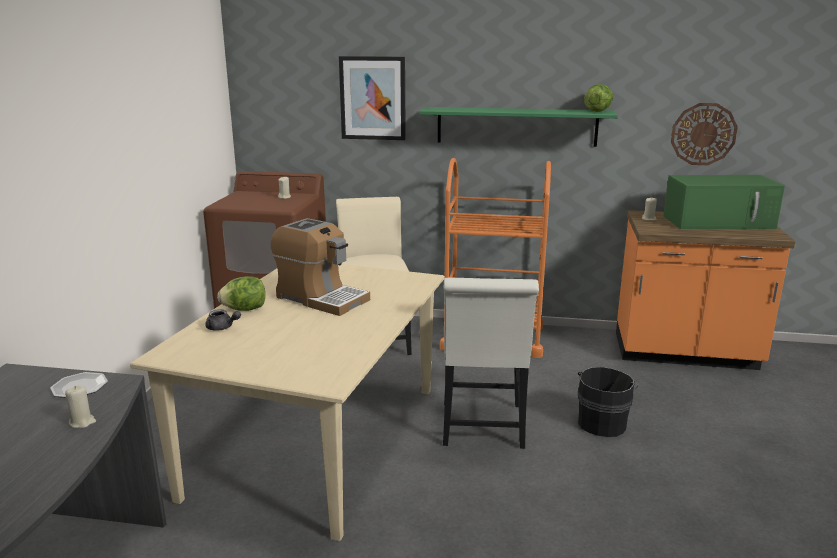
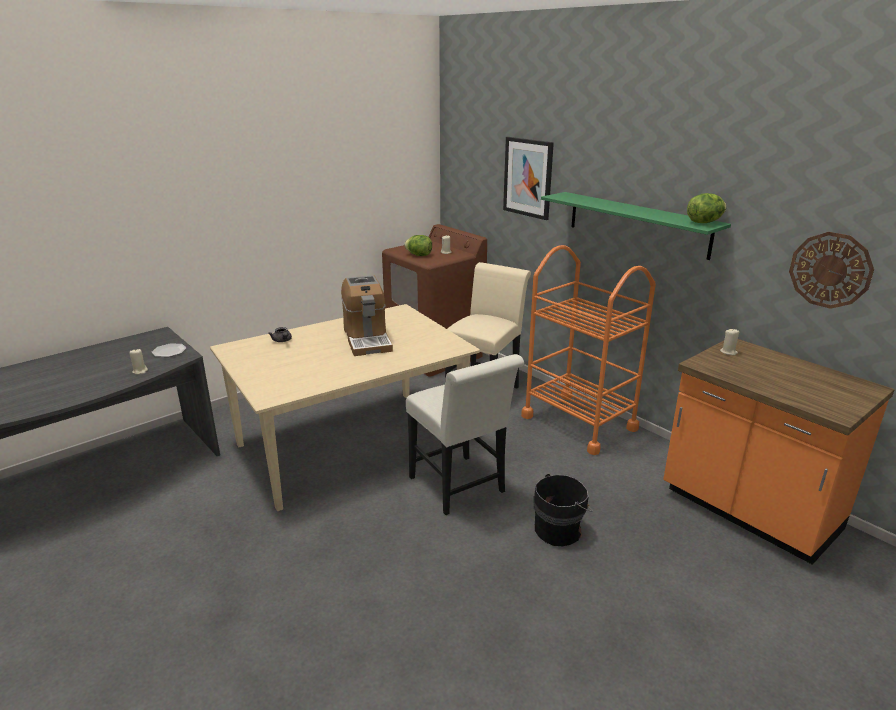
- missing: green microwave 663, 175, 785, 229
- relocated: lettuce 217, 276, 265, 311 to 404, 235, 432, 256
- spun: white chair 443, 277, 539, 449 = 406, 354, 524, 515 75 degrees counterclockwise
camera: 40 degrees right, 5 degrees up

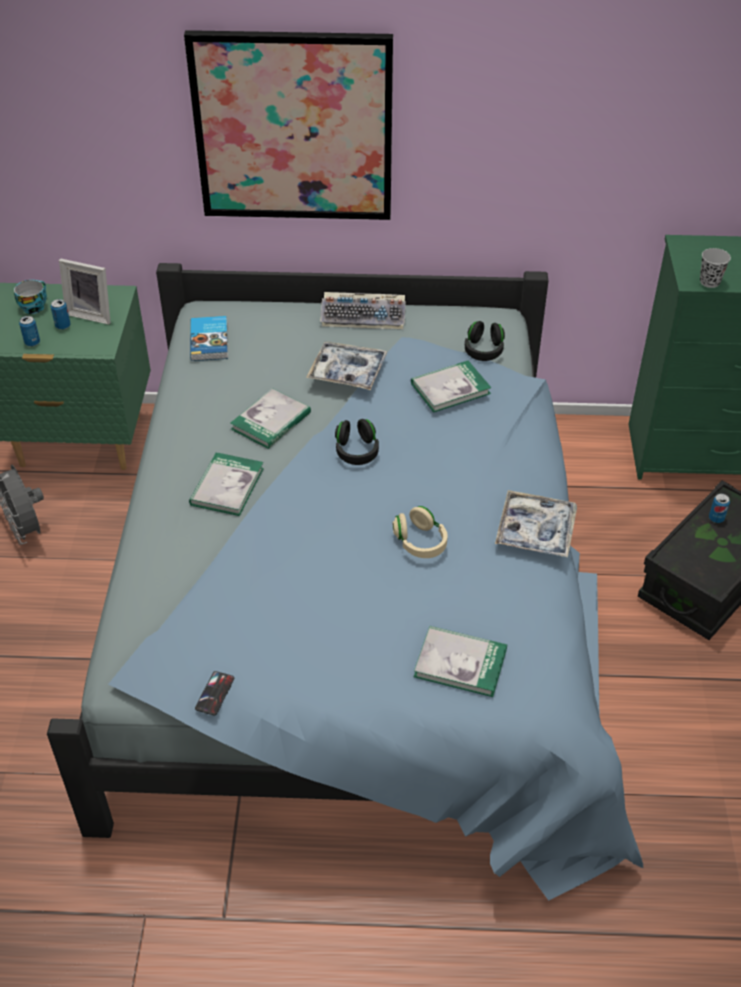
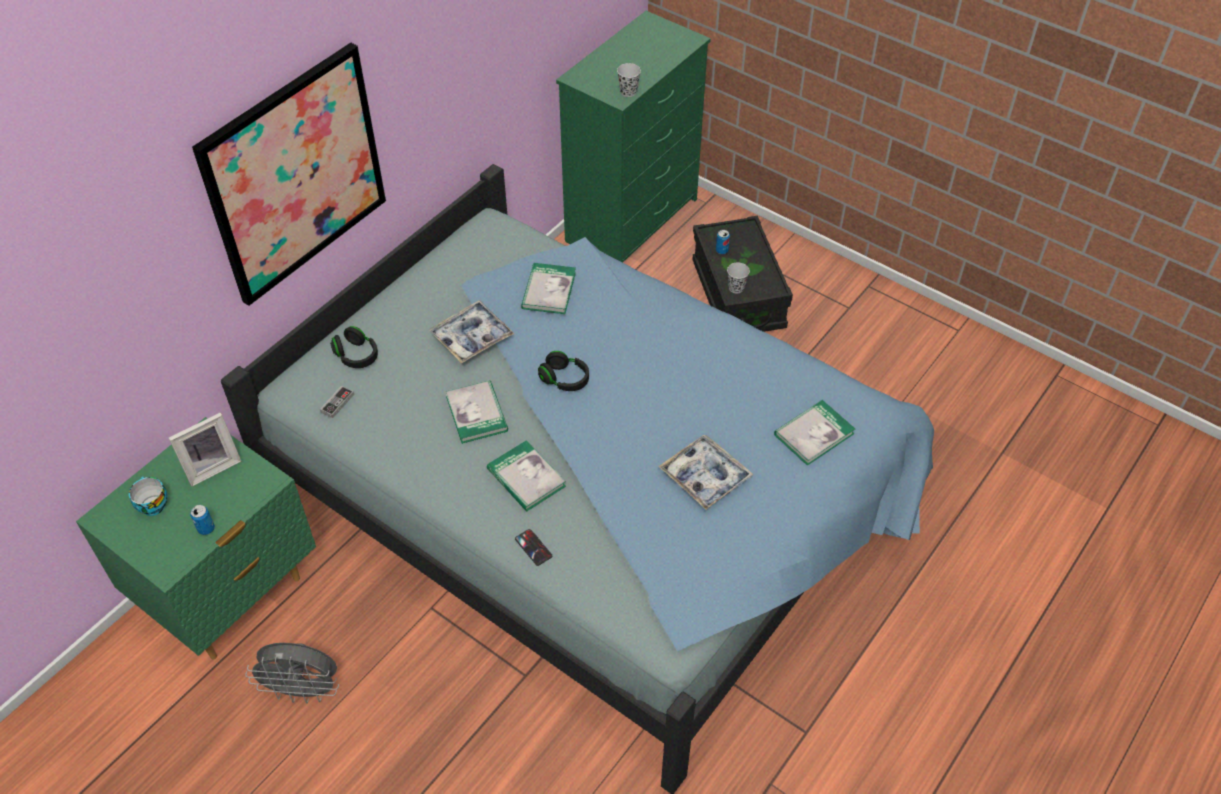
- missing: can 51, 299, 71, 330
- missing: keyboard 320, 292, 406, 329
- missing: beige headphones 393, 506, 448, 558
- appeared: black cup 727, 262, 750, 293
- relocated: phone 195, 671, 234, 716 to 515, 529, 552, 566
- relocated: black headphones 465, 321, 505, 361 to 330, 326, 378, 368
- relocated: tray 495, 490, 577, 558 to 658, 435, 753, 510
- exchanged: book 190, 316, 228, 361 to game controller 320, 386, 354, 418
camera: 55 degrees left, 5 degrees up

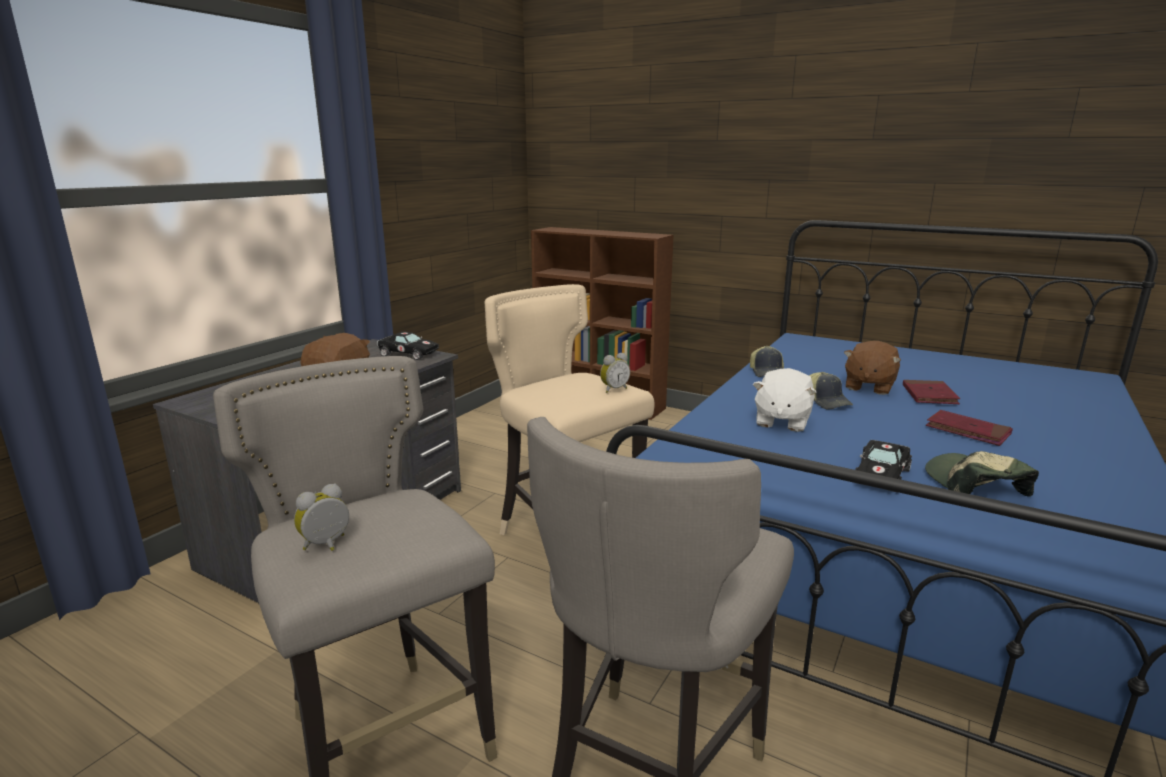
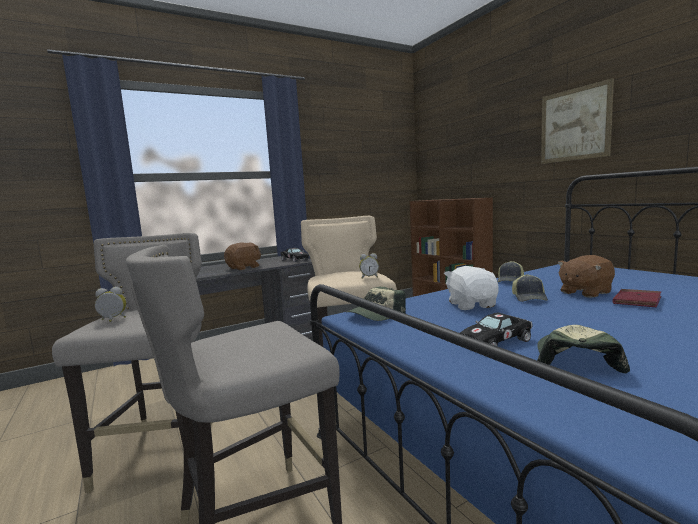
- missing: red book 926, 410, 1013, 446
- appeared: cap 346, 287, 406, 321
- appeared: picture 541, 78, 614, 164
- spun: white plush toy 753, 368, 816, 432 = 444, 266, 499, 310 120 degrees clockwise
camera: 30 degrees right, 10 degrees down

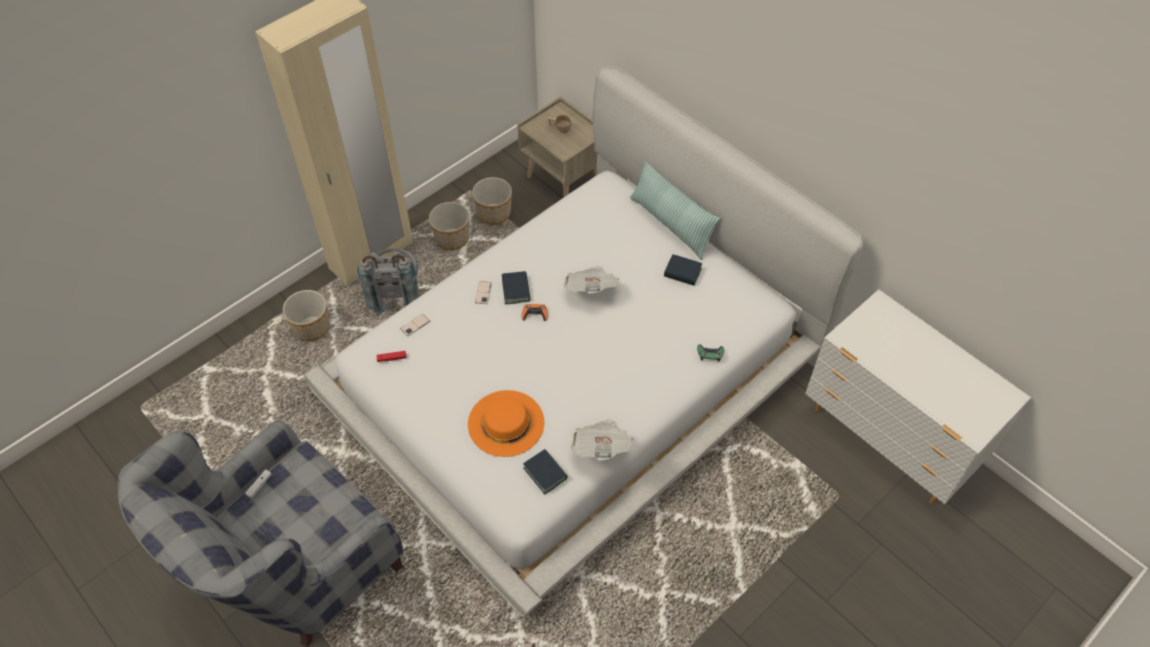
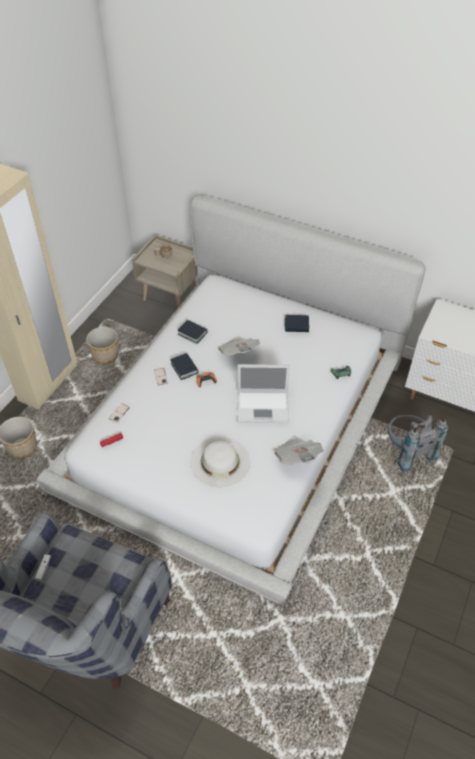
- missing: planter 472, 177, 512, 225
- missing: pillow 630, 161, 721, 260
- appeared: laptop 237, 364, 290, 423
- relocated: grey backpack 357, 248, 420, 315 to 387, 415, 448, 473
- relocated: book 523, 449, 568, 494 to 178, 320, 208, 344
- colour: orange hat 468, 390, 544, 457 to white hat 190, 437, 250, 487
camera: 20 degrees left, 5 degrees down

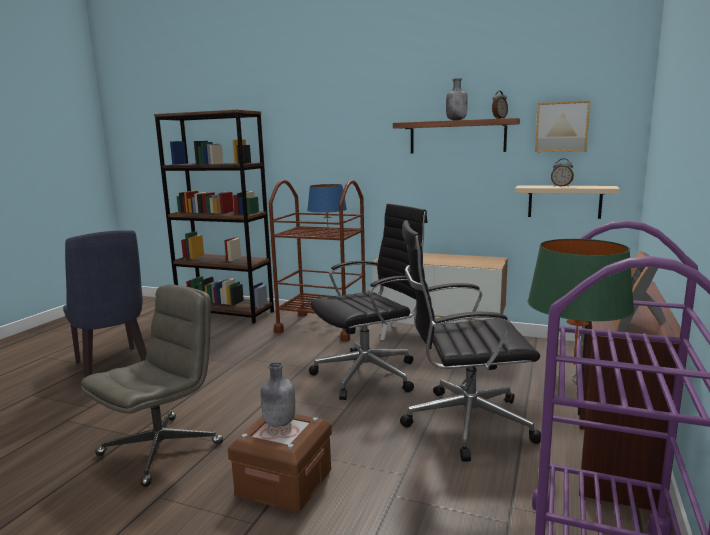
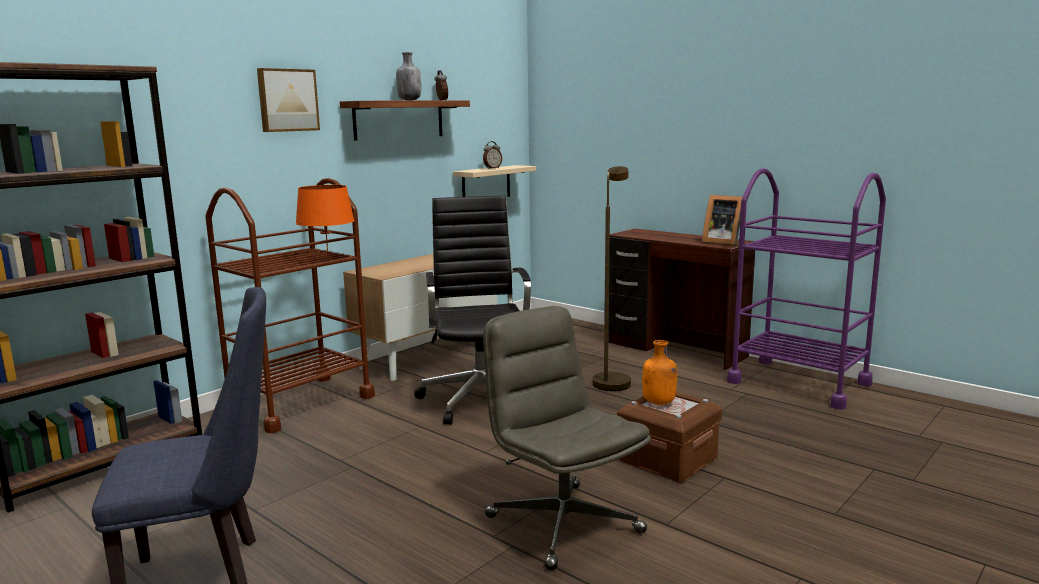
- missing: green table lamp 528, 239, 634, 365
- relocated: picture 535, 100, 590, 152 to 257, 68, 320, 132
- exchanged: black office chair 400, 220, 541, 462 to brown floor lamp 593, 166, 631, 391
- colour: grey bottle 261, 362, 295, 427 to orange bottle 642, 340, 677, 405
- colour: blue table lamp 307, 184, 347, 236 to orange table lamp 296, 185, 355, 259
camera: 70 degrees left, 0 degrees up

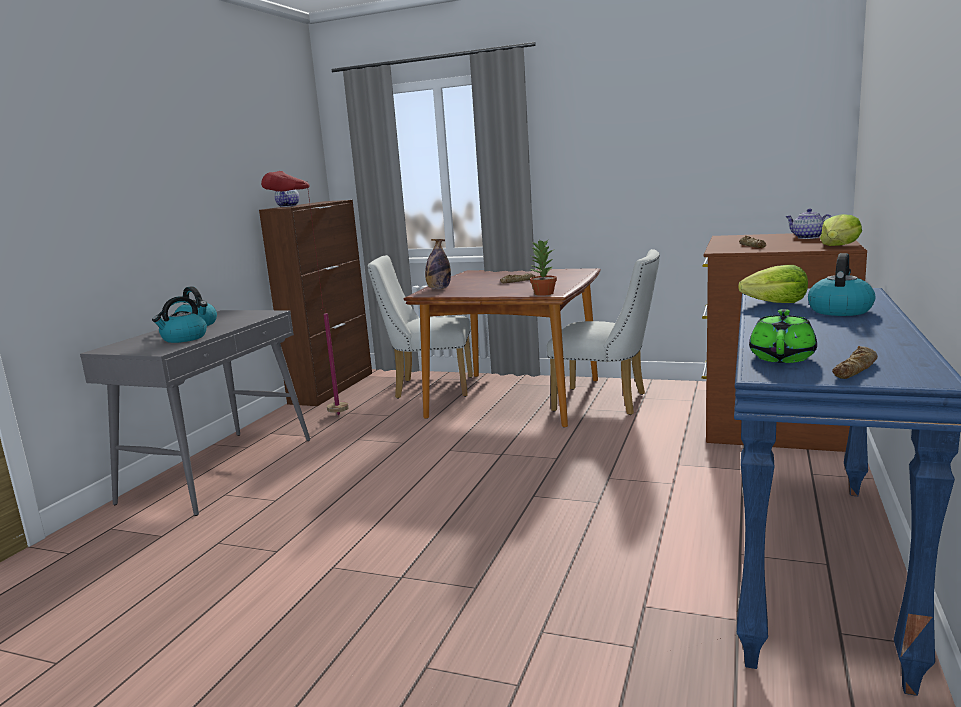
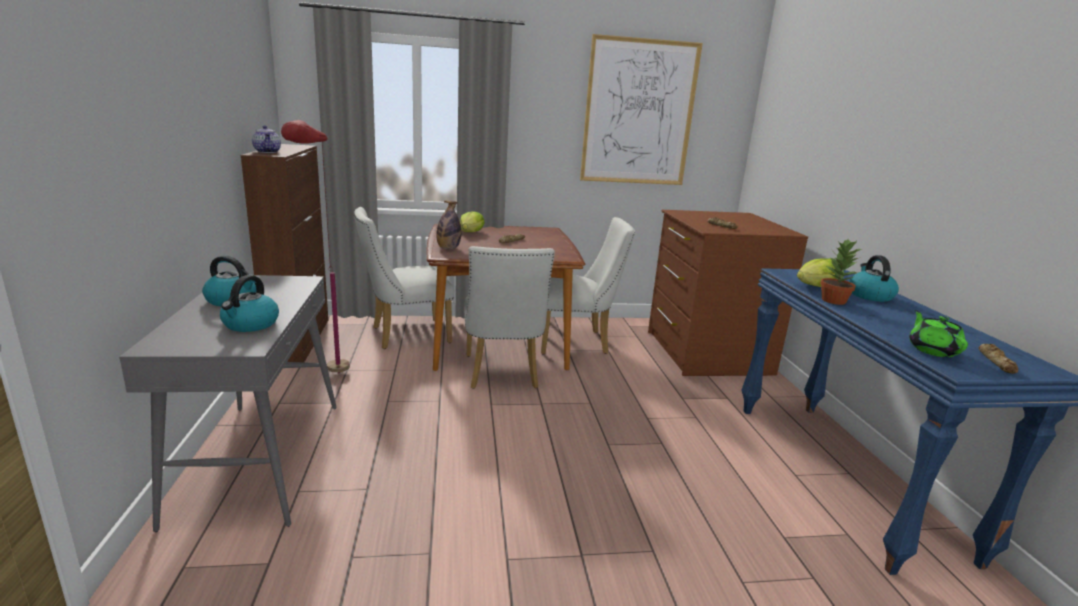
- missing: teapot 785, 208, 832, 239
- appeared: white chair 464, 246, 555, 389
- appeared: picture 580, 34, 703, 185
- relocated: potted plant 529, 240, 557, 296 to 820, 240, 862, 305
- relocated: lettuce 820, 214, 862, 246 to 460, 211, 485, 232
camera: 30 degrees left, 5 degrees up

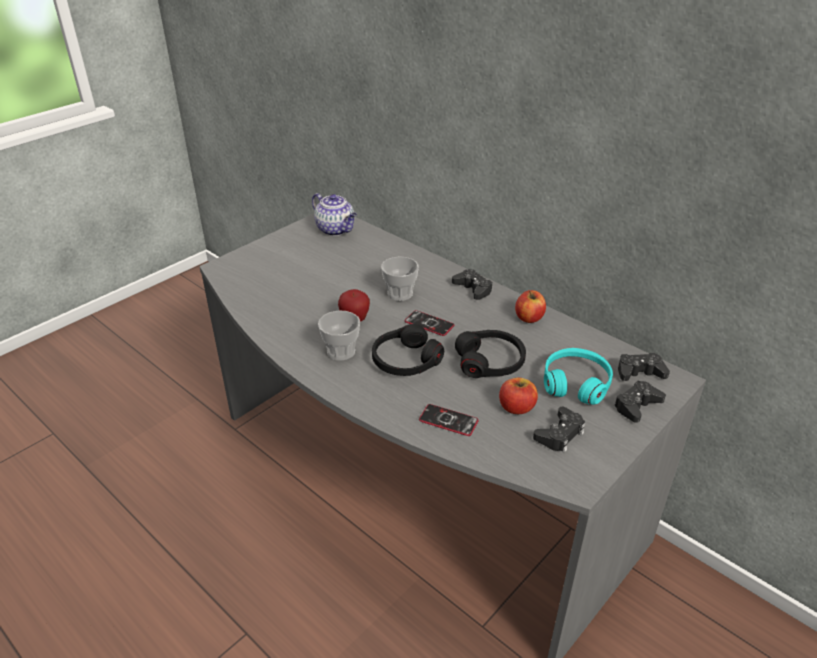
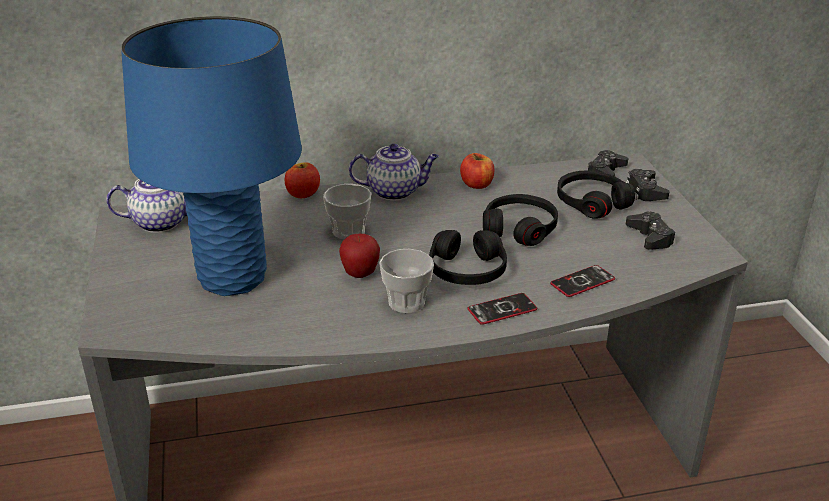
- appeared: blue table lamp 121, 16, 302, 296
- relocated: phone 404, 310, 454, 336 to 468, 293, 538, 325
- relocated: apple 499, 378, 538, 414 to 285, 162, 320, 198
- exchanged: black game controller 452, 269, 492, 300 to teapot 349, 144, 439, 201
- colour: turquoise headphones 544, 348, 613, 405 to black headphones 557, 171, 635, 219
camera: 55 degrees left, 5 degrees down

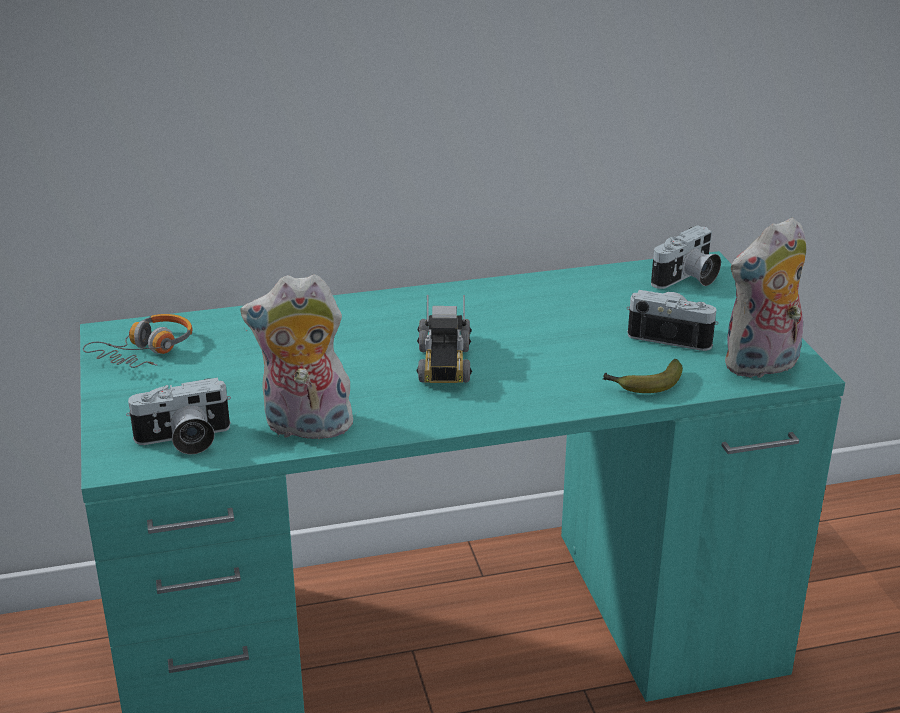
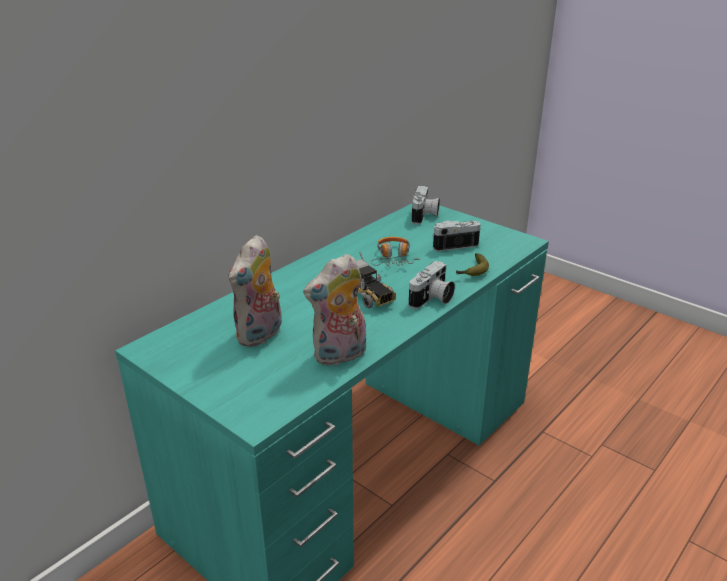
- relocated: headphones 83, 314, 192, 368 to 371, 237, 419, 266
- relocated: photo camera 126, 378, 231, 455 to 409, 261, 455, 309
- relocated: plush toy 725, 217, 807, 379 to 229, 235, 282, 347
camera: 35 degrees left, 0 degrees up

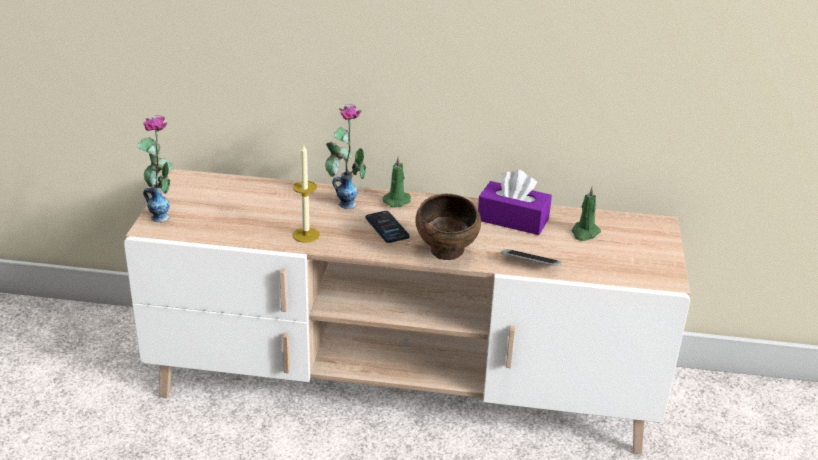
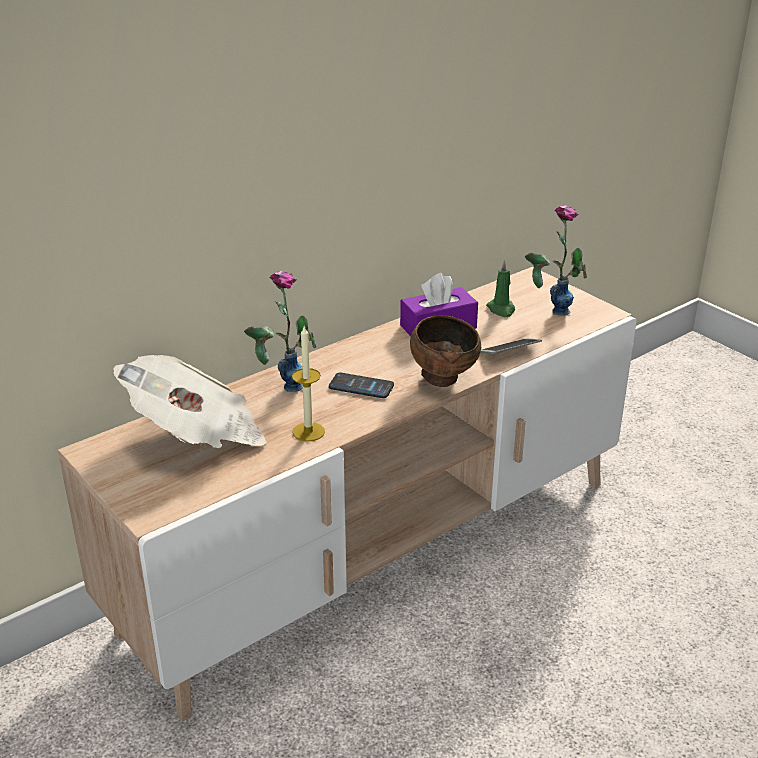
- missing: green candle 382, 156, 411, 207
- appeared: newspaper 113, 355, 267, 448
- relocated: vase 137, 115, 173, 222 to 525, 205, 587, 316
camera: 45 degrees left, 0 degrees up

